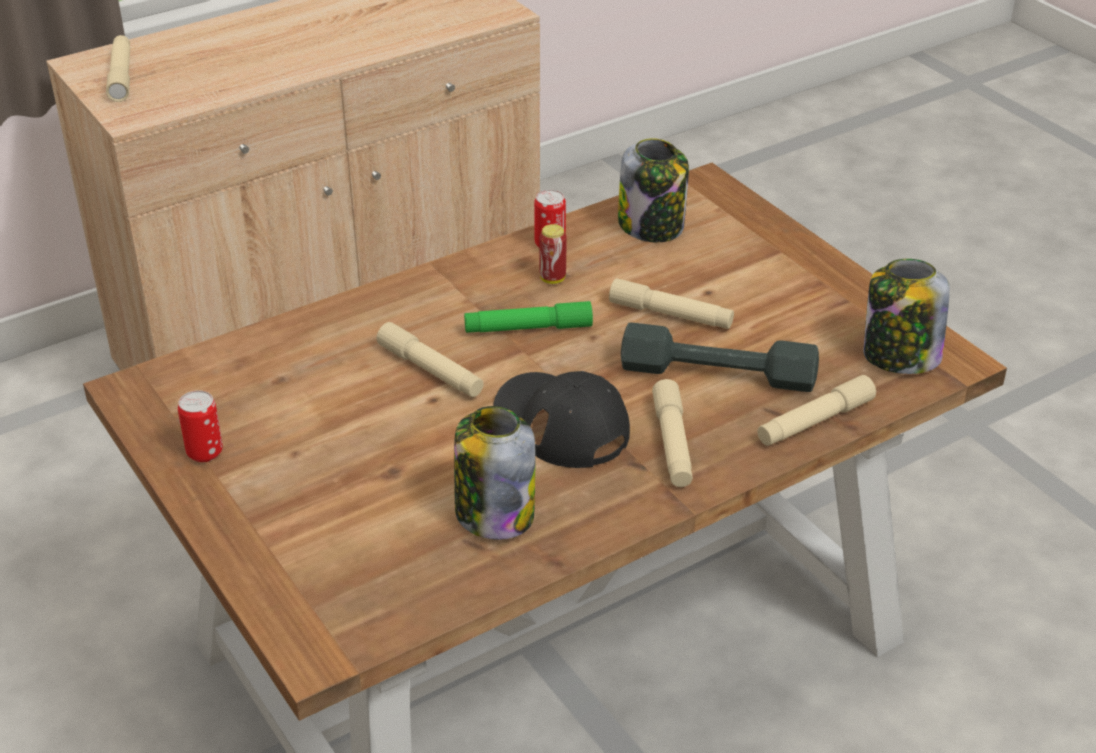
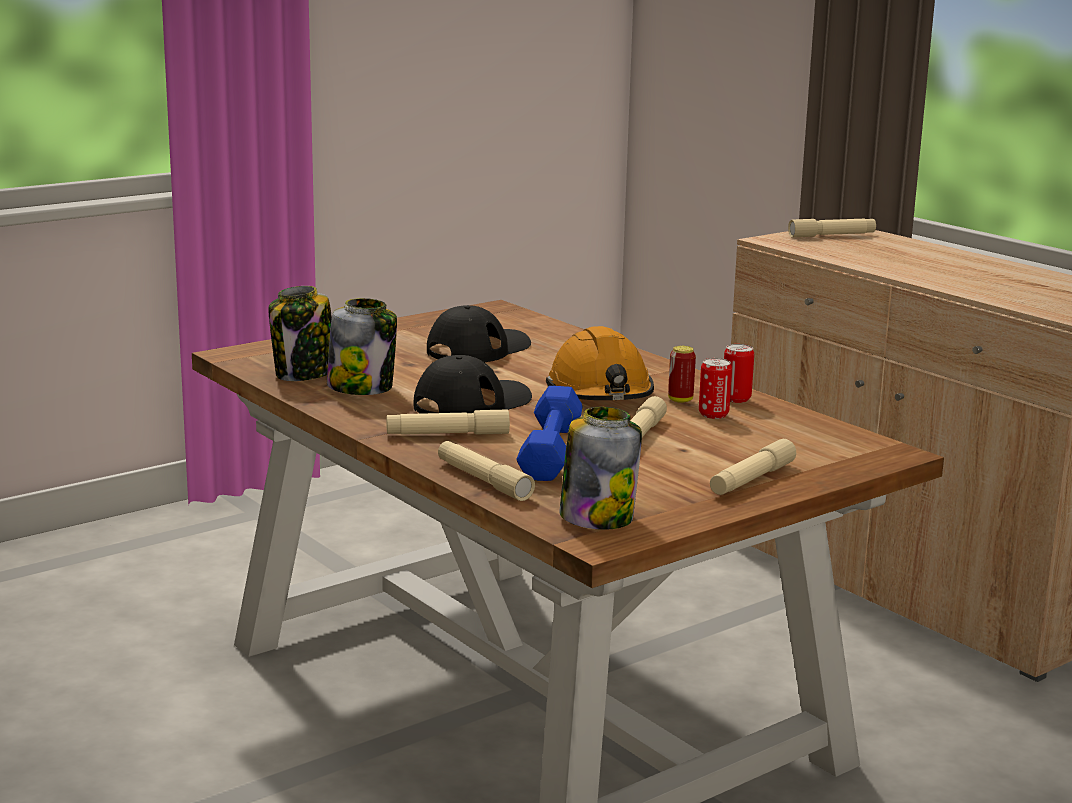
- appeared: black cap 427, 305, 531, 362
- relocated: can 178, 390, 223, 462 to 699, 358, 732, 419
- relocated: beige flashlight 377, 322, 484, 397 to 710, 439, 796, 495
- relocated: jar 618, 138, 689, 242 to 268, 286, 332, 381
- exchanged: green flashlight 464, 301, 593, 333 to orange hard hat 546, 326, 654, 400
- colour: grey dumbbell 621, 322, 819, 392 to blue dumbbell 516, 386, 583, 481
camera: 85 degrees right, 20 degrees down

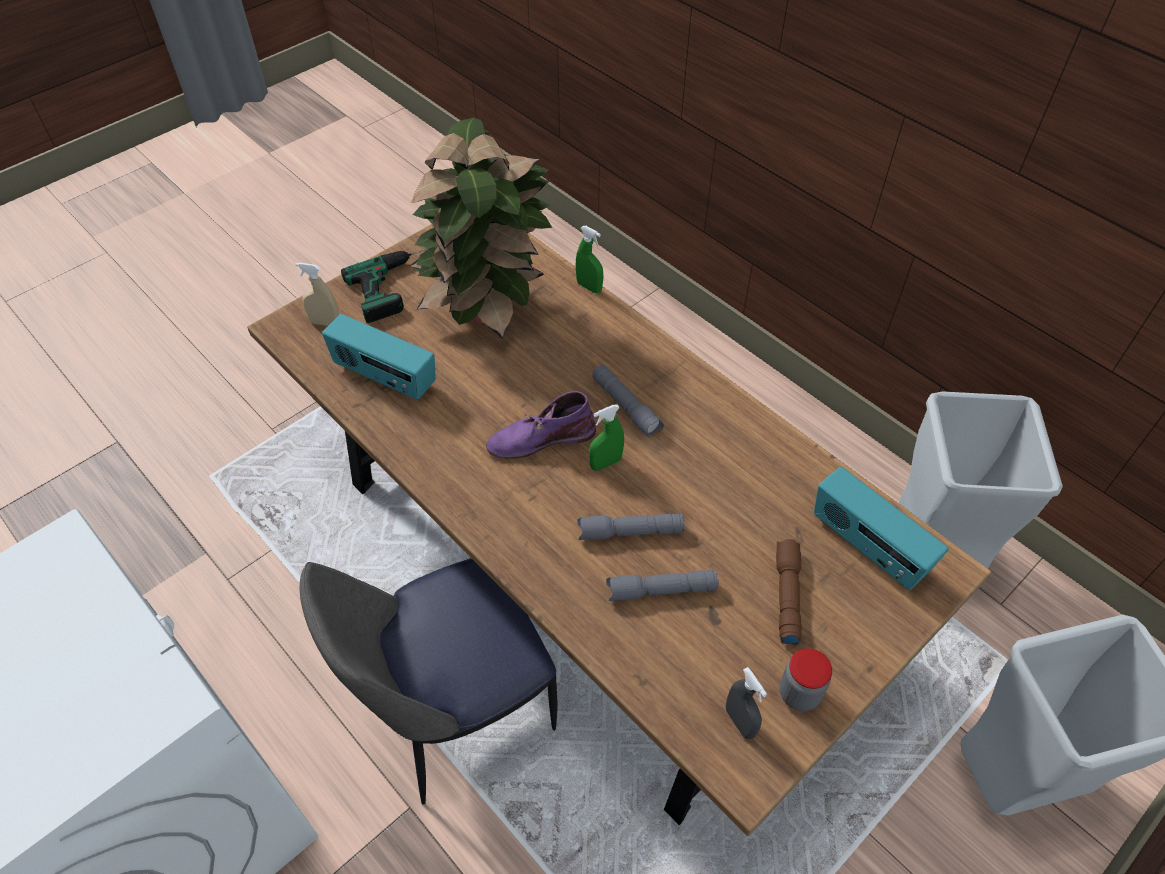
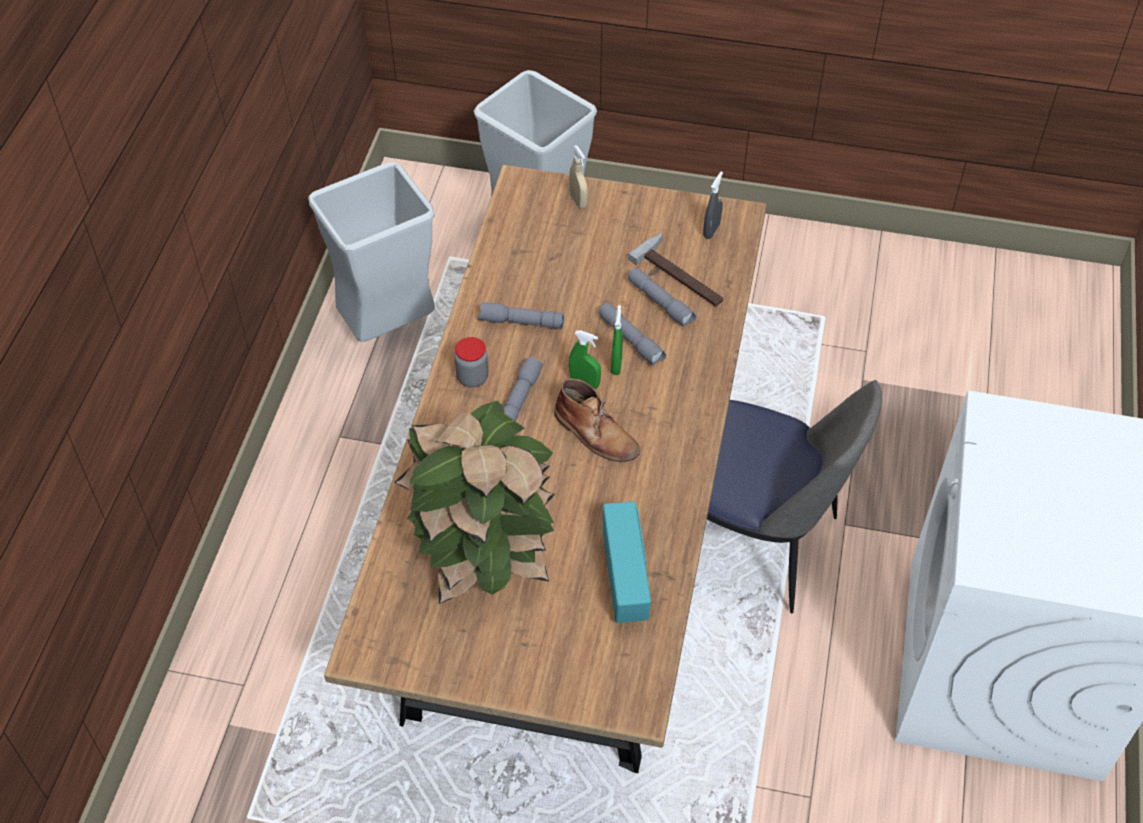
- missing: power drill 341, 250, 425, 323
- missing: brown flashlight 776, 539, 802, 645
- missing: radio 814, 467, 949, 590
- appeared: grey flashlight 477, 302, 564, 329
- appeared: hammer 628, 233, 723, 306
- relocated: beige spray bottle 295, 263, 339, 326 to 569, 145, 588, 209
- relocated: green spray bottle 576, 226, 603, 293 to 611, 305, 623, 375
- relocated: jar 779, 648, 832, 711 to 455, 337, 489, 388
- colour: purple boot 486, 391, 596, 459 to brown boot 554, 378, 640, 462
camera: 125 degrees left, 0 degrees up

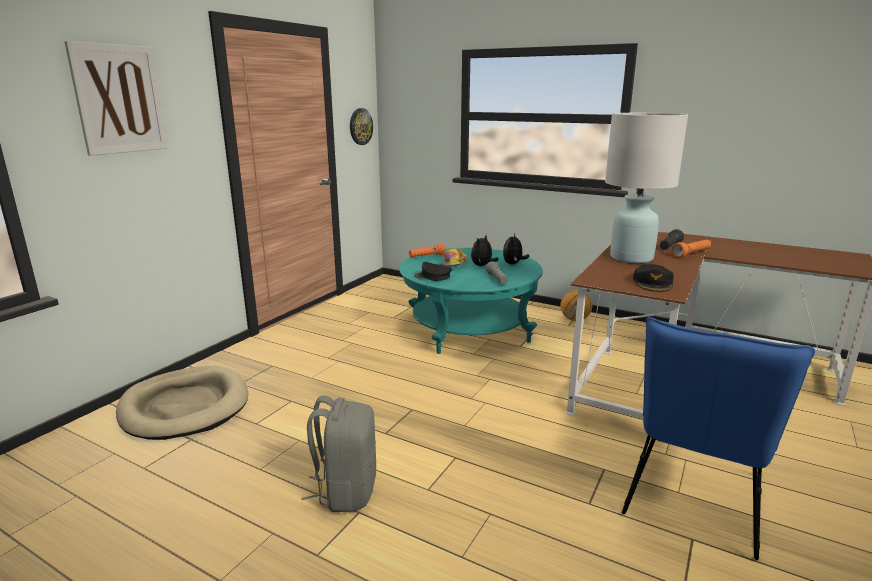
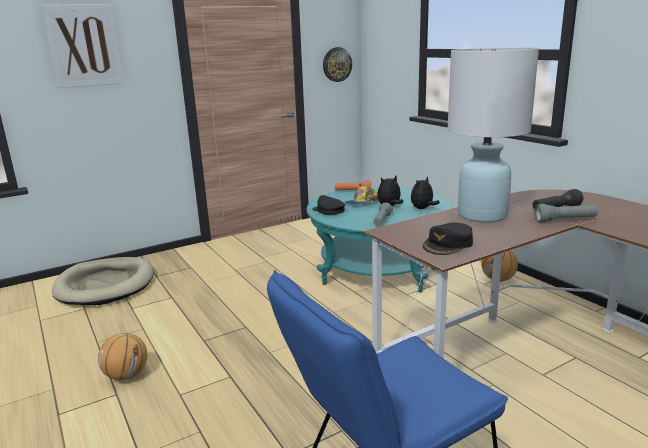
- exchanged: grey backpack 301, 396, 376, 512 to basketball 98, 333, 147, 381
- colour: orange flashlight 671, 240, 711, 258 to grey flashlight 534, 204, 598, 223
camera: 30 degrees right, 0 degrees up

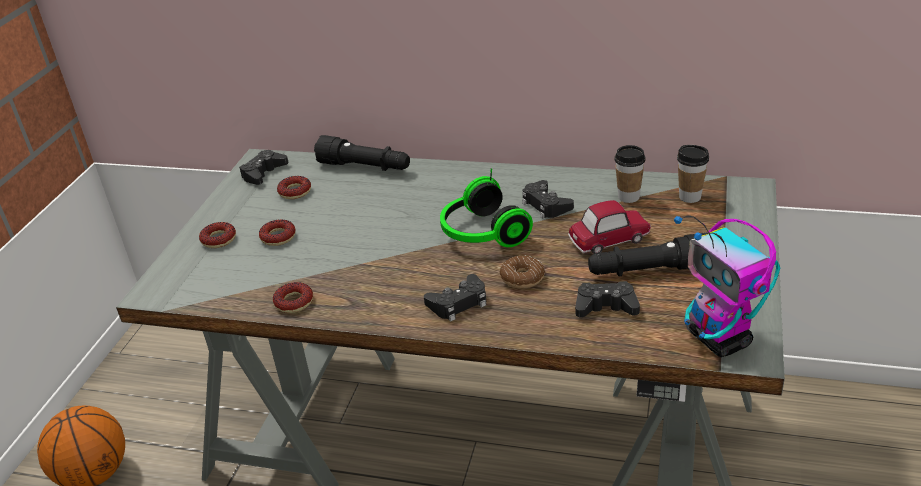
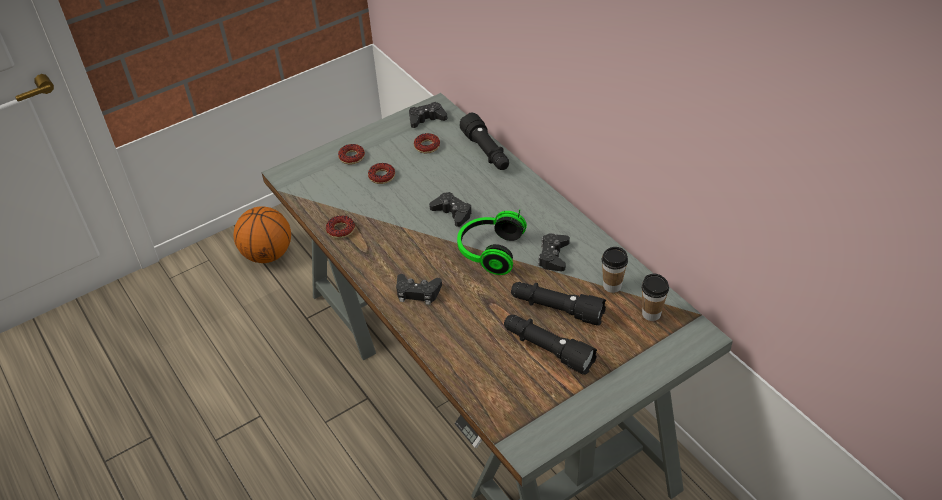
- missing: donut 499, 255, 545, 289
- missing: toy robot 674, 215, 780, 357
- relocated: black game controller 575, 281, 640, 318 to 429, 192, 472, 227
- exchanged: toy car 568, 200, 651, 254 to black flashlight 511, 282, 606, 326
camera: 40 degrees right, 10 degrees up

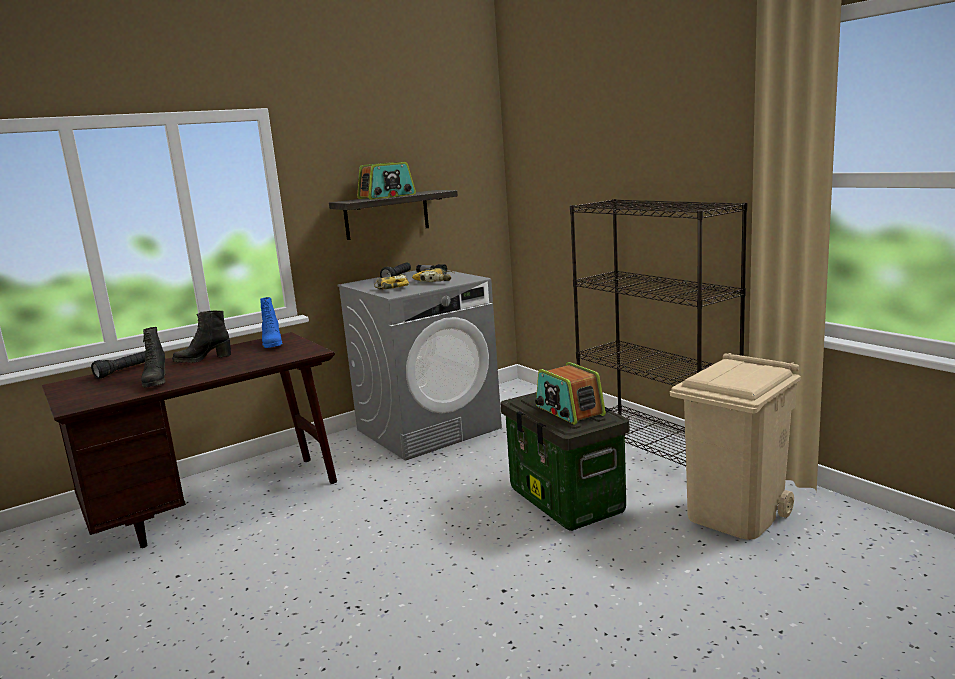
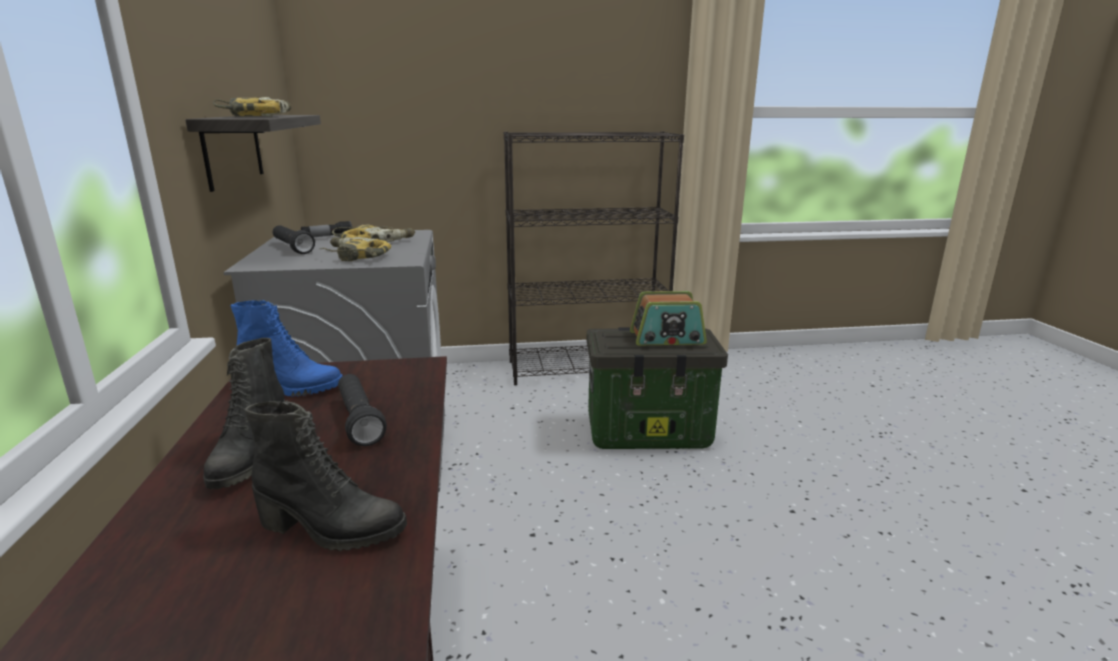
- missing: beige trash can 670, 353, 800, 540
- relocated: black flashlight 91, 351, 145, 379 to 338, 374, 387, 446
- exchanged: radio 357, 162, 416, 200 to power drill 213, 97, 291, 116
camera: 65 degrees left, 5 degrees up

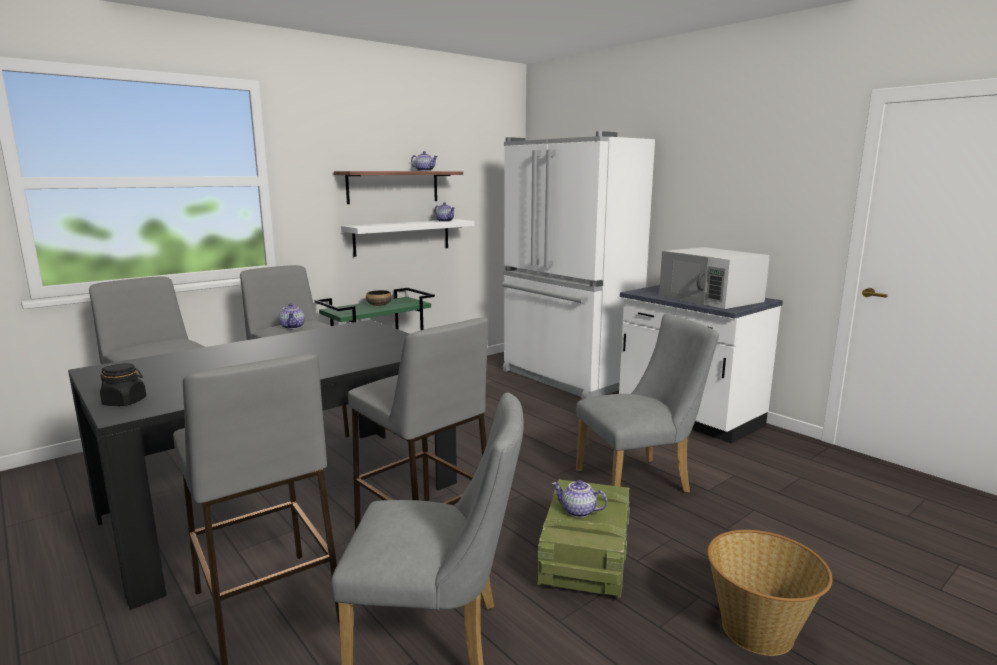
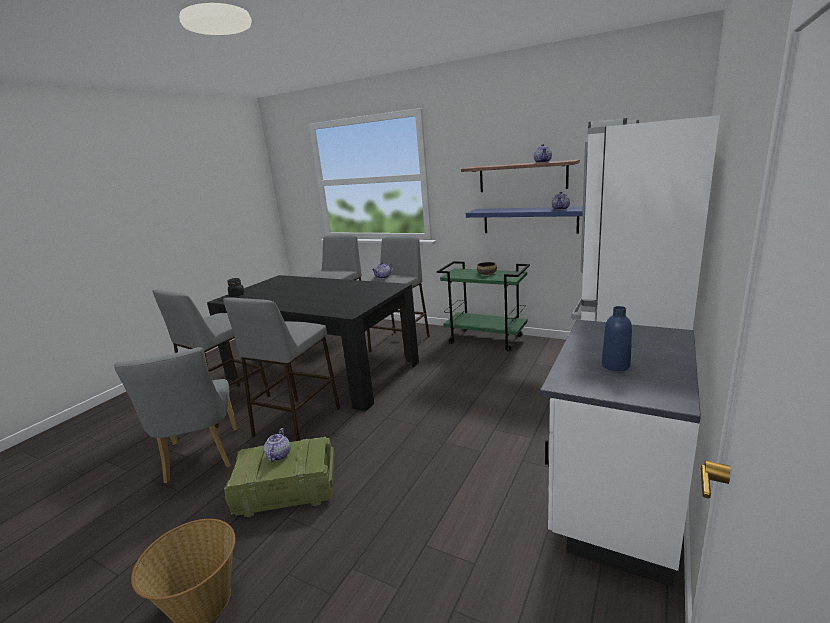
- missing: grey chair 576, 314, 719, 493
- exchanged: white microwave 659, 247, 770, 309 to blue bottle 602, 306, 632, 371
- colour: white shelf 341, 219, 475, 257 to blue shelf 466, 207, 583, 234
camera: 70 degrees right, 5 degrees up

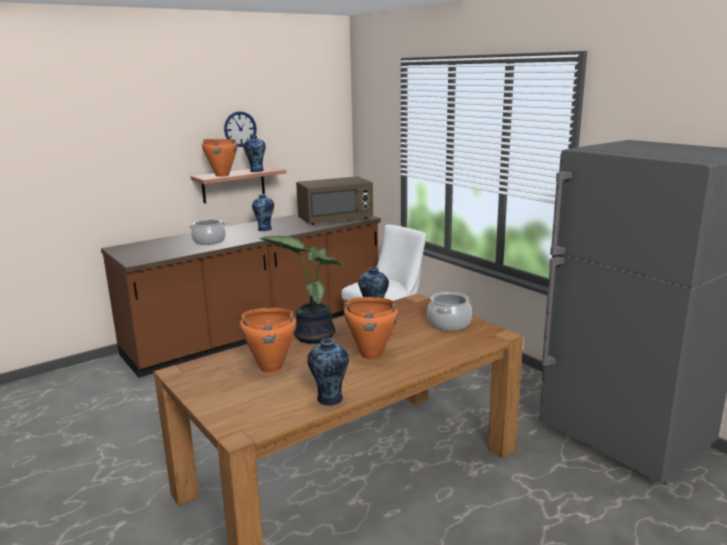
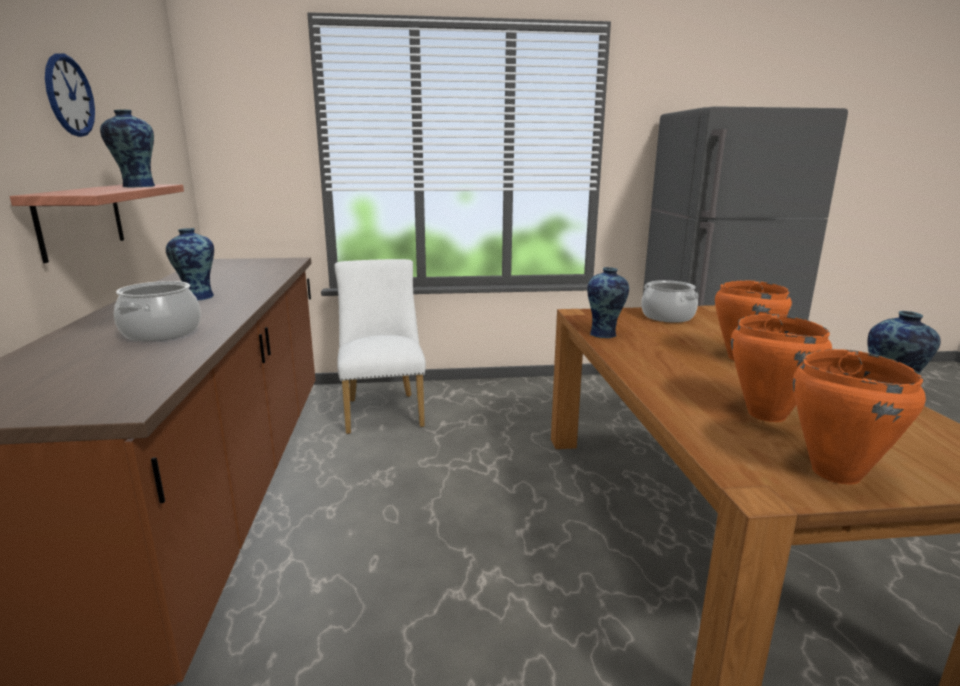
- missing: potted plant 259, 236, 345, 344
- missing: brown microwave 296, 176, 373, 225
- relocated: orange cooking pot 202, 139, 237, 177 to 793, 349, 926, 485
camera: 60 degrees left, 0 degrees up

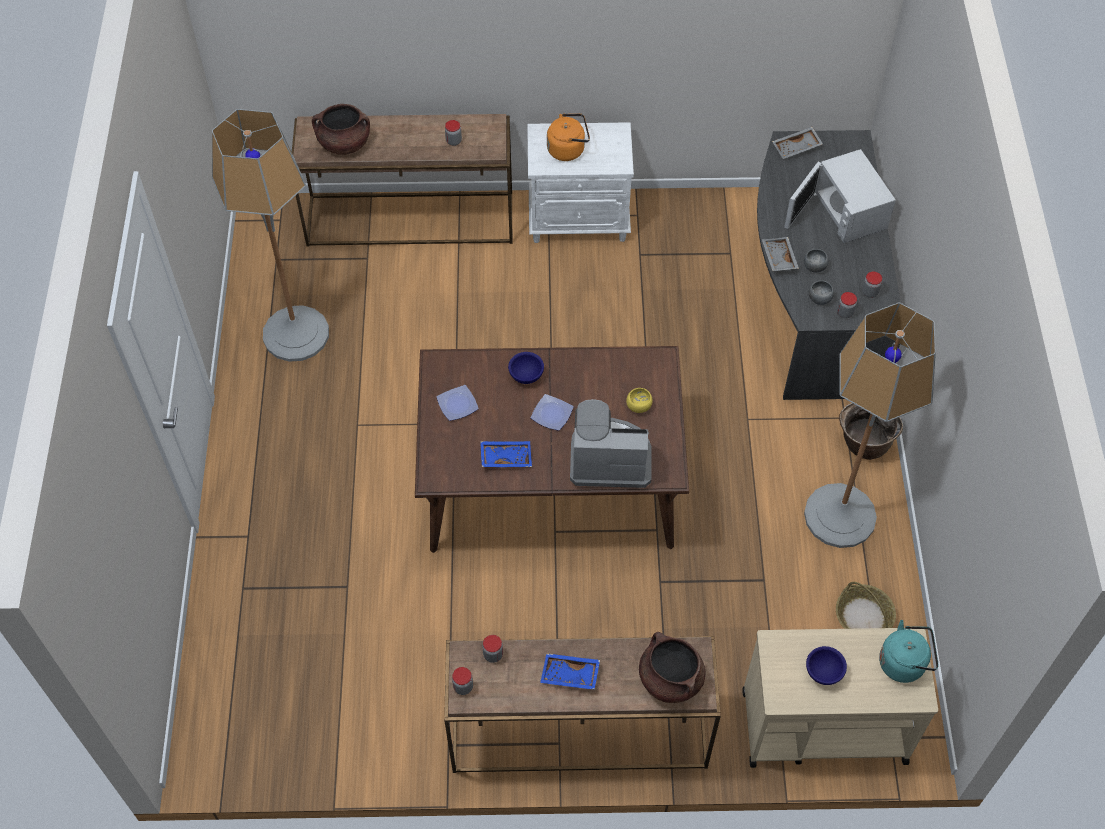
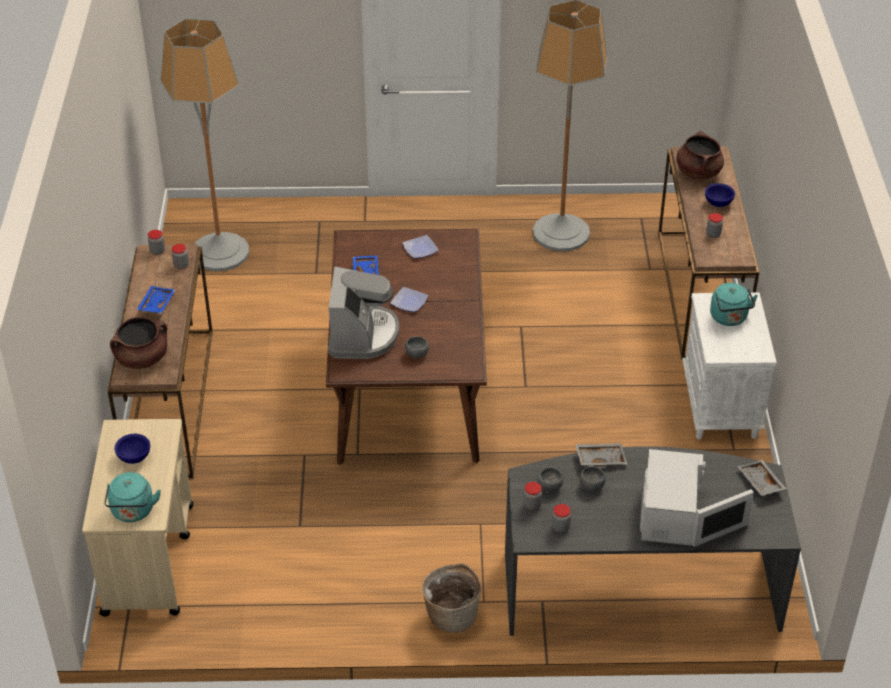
- missing: basket 836, 582, 896, 629
- relocated: blue bowl 508, 352, 544, 384 to 705, 183, 735, 207
- relocated: floor lamp 804, 303, 936, 548 to 161, 19, 249, 272
- colour: orange kettle 547, 114, 590, 161 to turquoise kettle 710, 283, 758, 326
- colour: yellow bowl 626, 388, 652, 413 to grey bowl 405, 336, 429, 358
- spun: white microwave 784, 149, 896, 243 = 640, 449, 754, 547 120 degrees clockwise
camera: 90 degrees right, 15 degrees down

